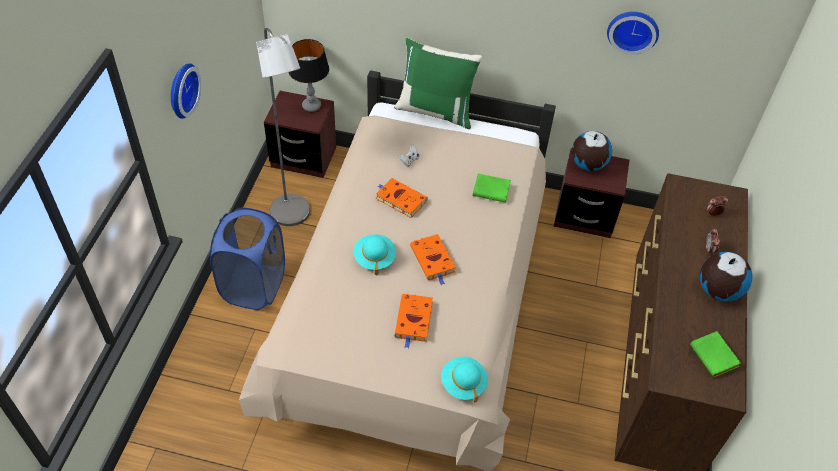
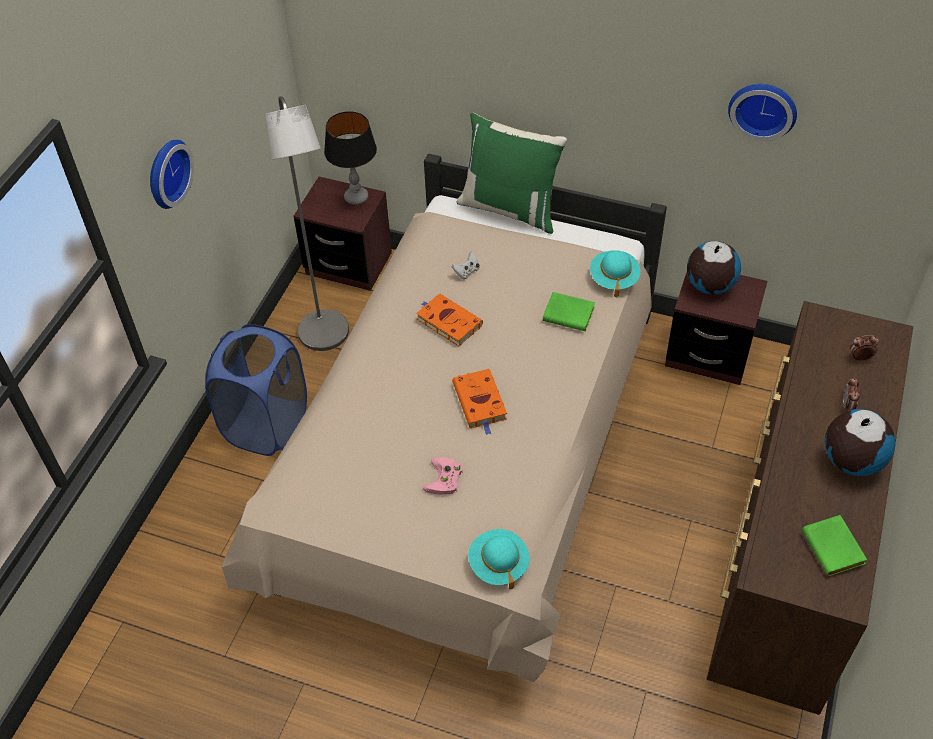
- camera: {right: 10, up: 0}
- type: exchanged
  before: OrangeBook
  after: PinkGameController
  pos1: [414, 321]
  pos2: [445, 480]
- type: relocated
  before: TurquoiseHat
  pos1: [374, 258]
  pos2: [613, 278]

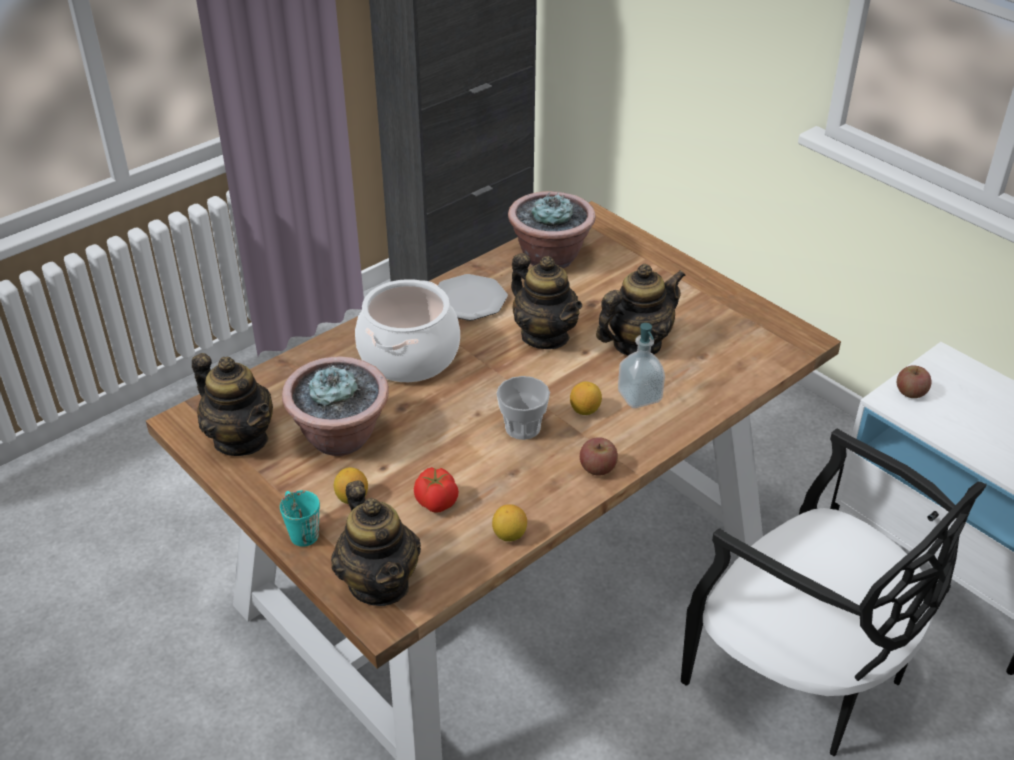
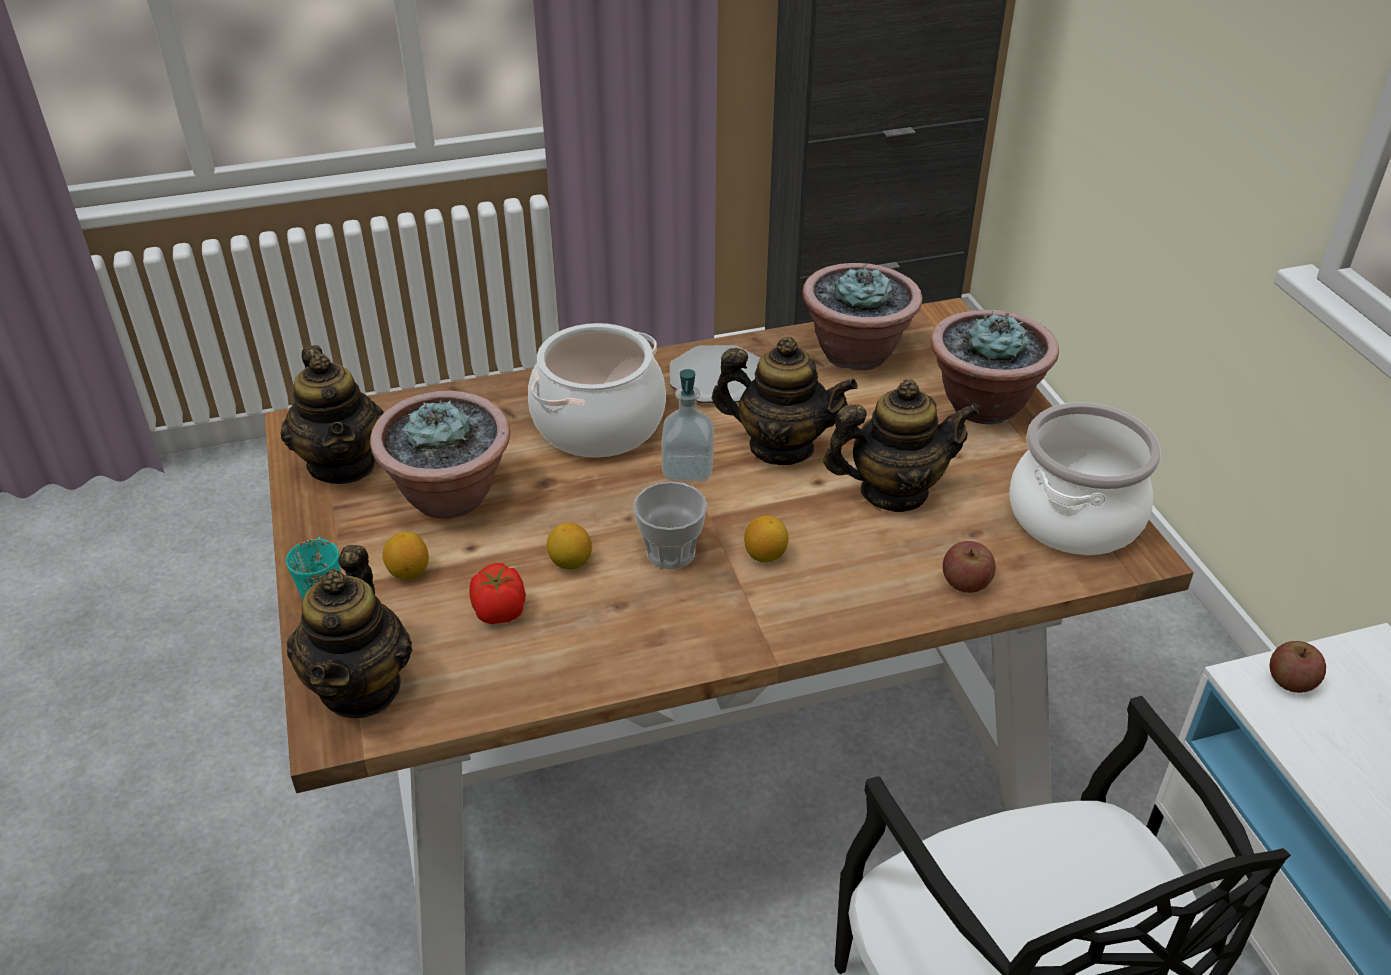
- camera: {right: 25, up: 0}
- type: relocated
  before: Lemon
  pos1: [509, 535]
  pos2: [570, 563]
- type: relocated
  before: SoapDispenser
  pos1: [639, 396]
  pos2: [688, 469]
- type: spun
  before: Teapot
  pos1: [545, 336]
  pos2: [781, 447]
  turn: -60
- type: appeared
  after: PottedPlant
  pos2: [983, 404]
- type: relocated
  before: Apple
  pos1: [597, 468]
  pos2: [965, 583]
- type: appeared
  after: CookingPot
  pos2: [1073, 516]

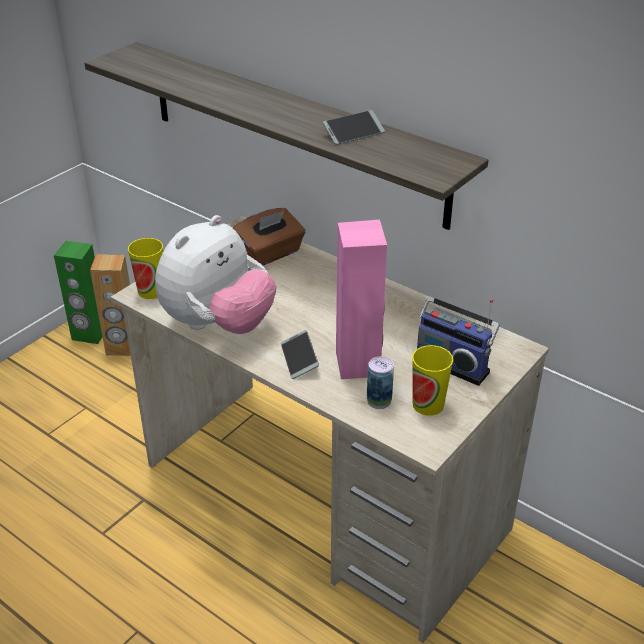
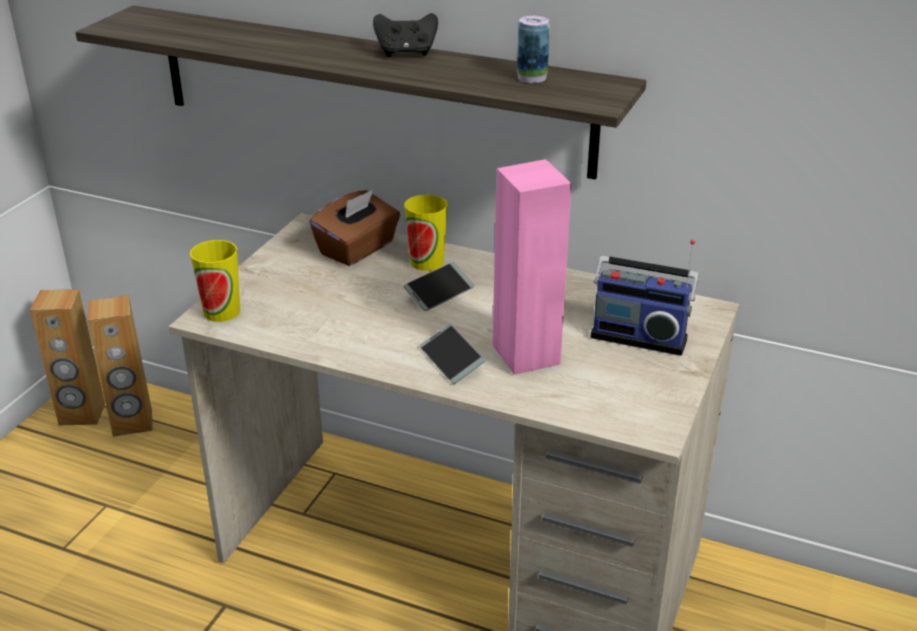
- camera: {right: -15, up: -5}
- type: colour
  before: GreenSpeaker
  after: BrownSpeaker
  pos1: [89, 334]
  pos2: [82, 414]
- type: appeared
  after: BlackGameController
  pos2: [406, 53]
- type: relocated
  before: Phone
  pos1: [353, 133]
  pos2: [439, 293]
- type: relocated
  before: Cup
  pos1: [428, 404]
  pos2: [427, 262]
- type: relocated
  before: Can
  pos1: [379, 401]
  pos2: [532, 77]
- type: missing
  before: PlushToy
  pos1: [218, 324]

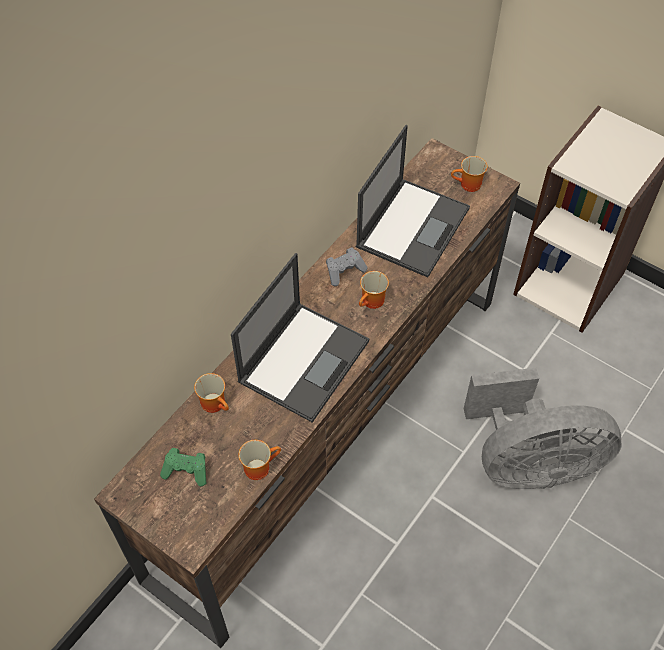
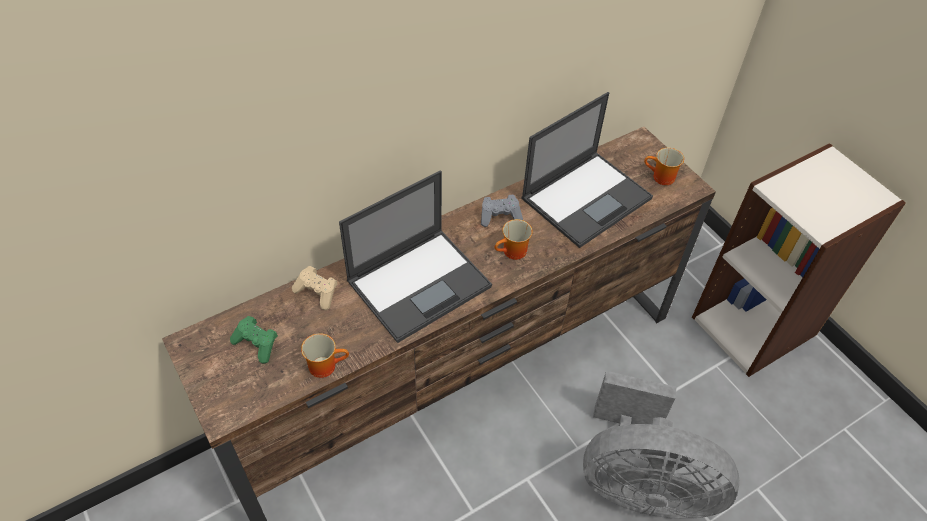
- camera: {right: 20, up: -5}
- type: exchanged
  before: Mug
  after: BeigeGameController
  pos1: [216, 403]
  pos2: [317, 293]

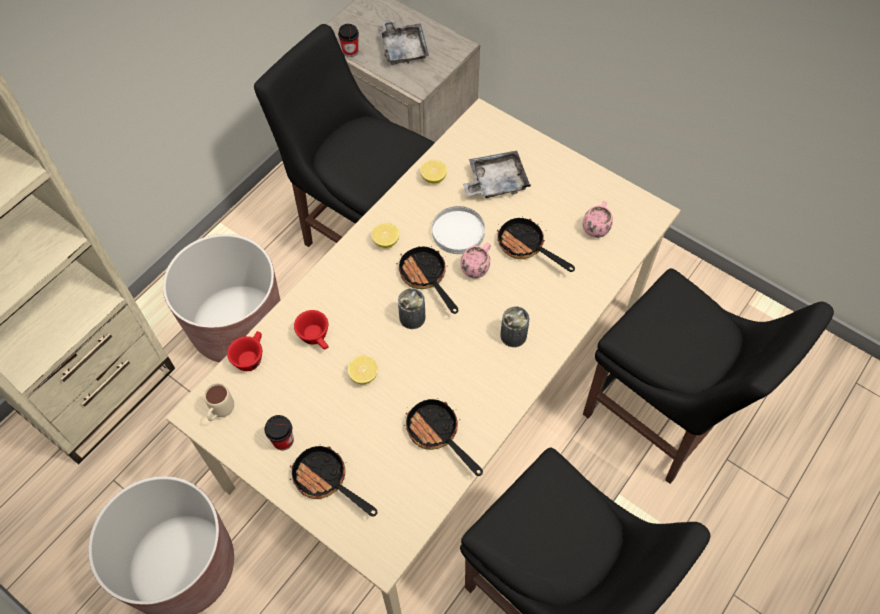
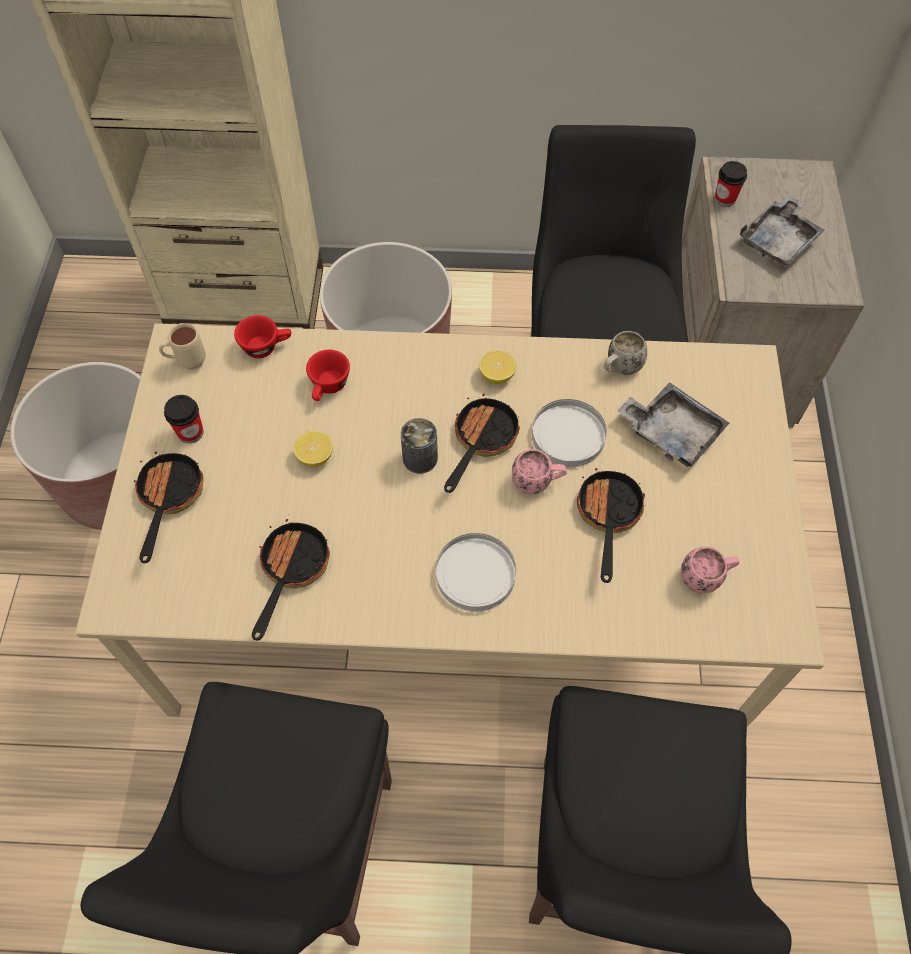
- camera: {right: 55, up: 0}
- type: exchanged
  before: Can
  after: WhitePlate
  pos1: [513, 335]
  pos2: [475, 573]
- type: exchanged
  before: Lemon
  after: WhiteMug
  pos1: [433, 178]
  pos2: [620, 368]

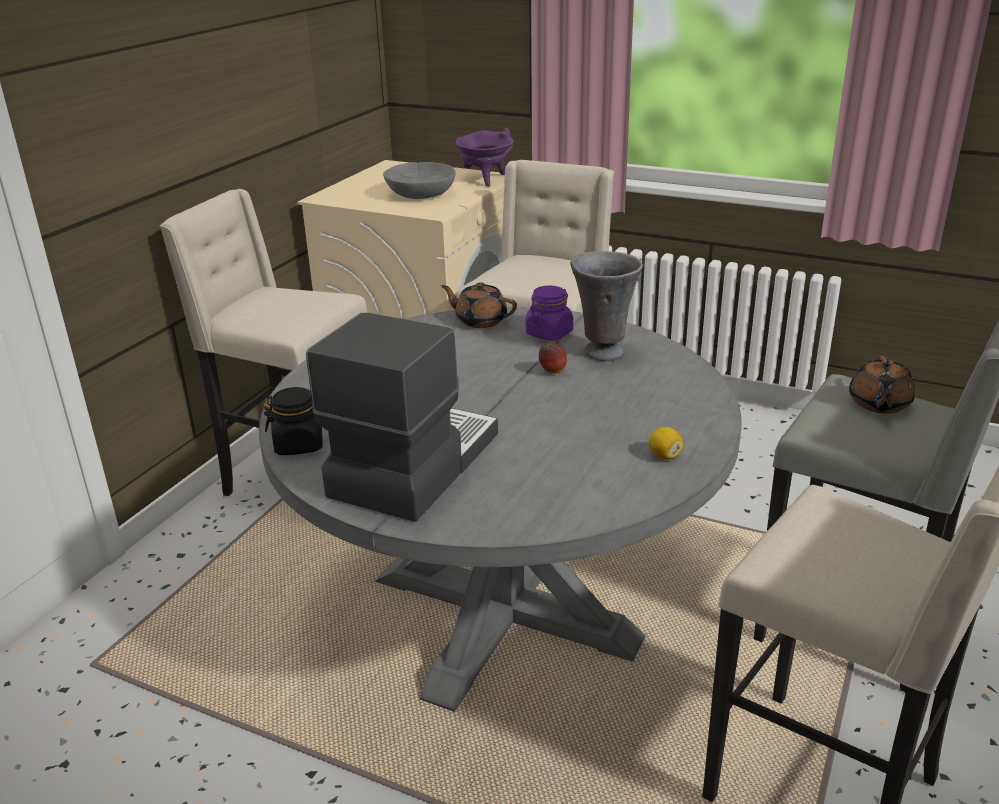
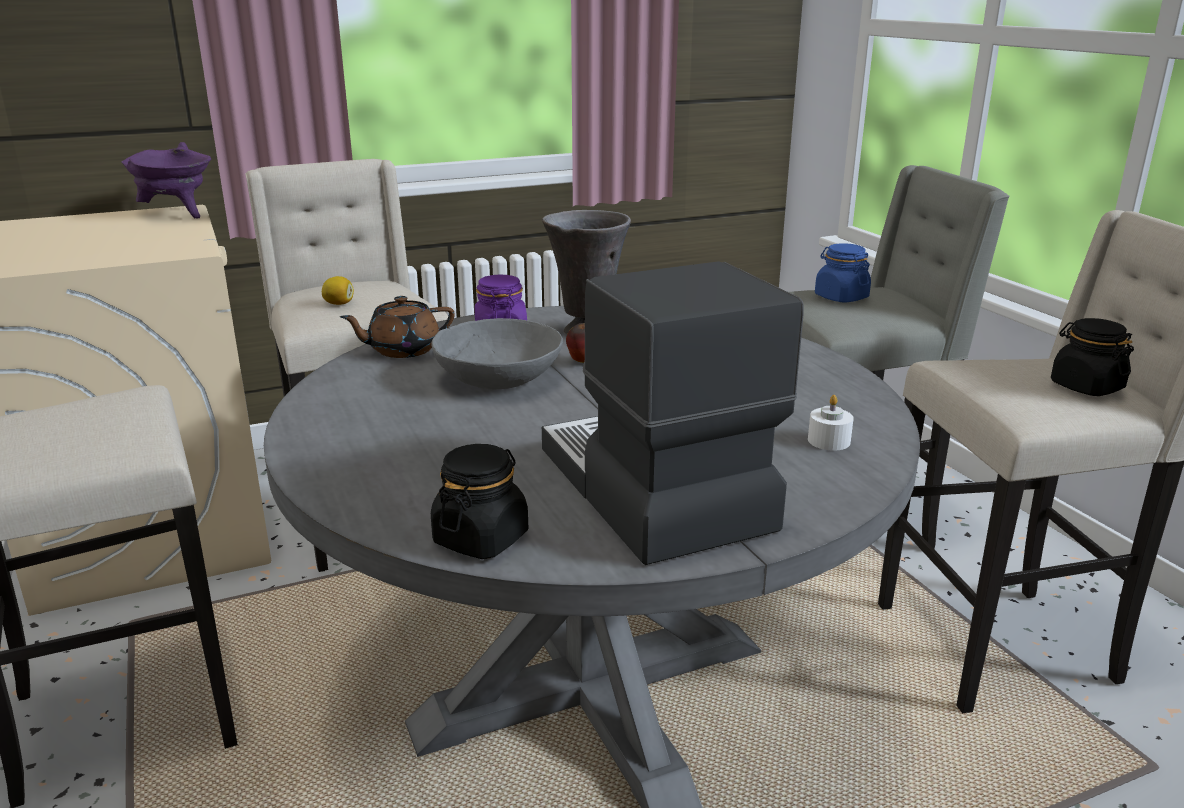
- camera: {right: -50, up: -5}
- type: relocated
  before: Lemon
  pos1: [664, 456]
  pos2: [339, 304]
- type: relocated
  before: GreyBowl
  pos1: [420, 194]
  pos2: [498, 378]
- type: appeared
  after: WhiteCandle
  pos2: [829, 441]
- type: exchanged
  before: BrownTeapot
  after: BlueJar
  pos1: [879, 404]
  pos2: [841, 297]
- type: appeared
  after: BlackJar
  pos2: [1086, 387]

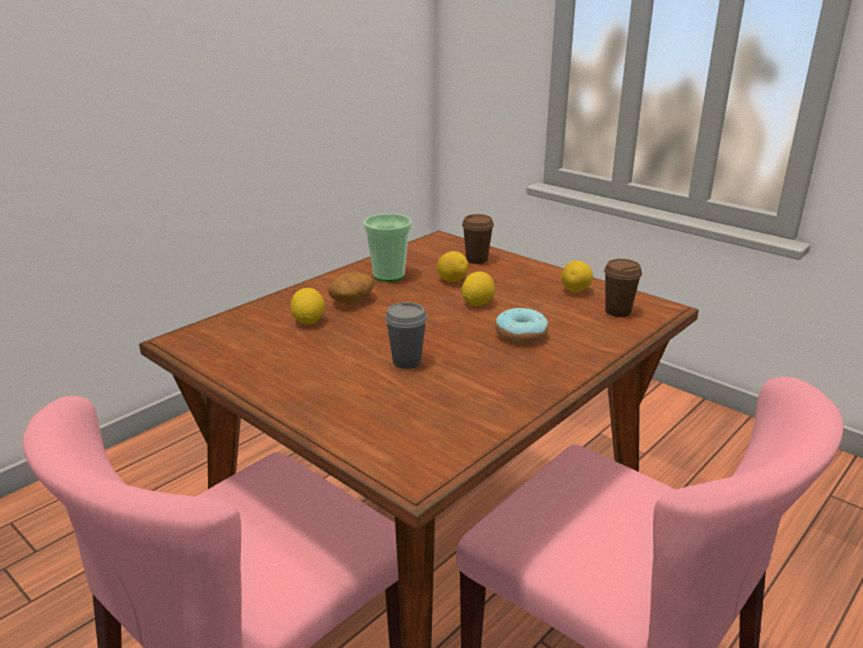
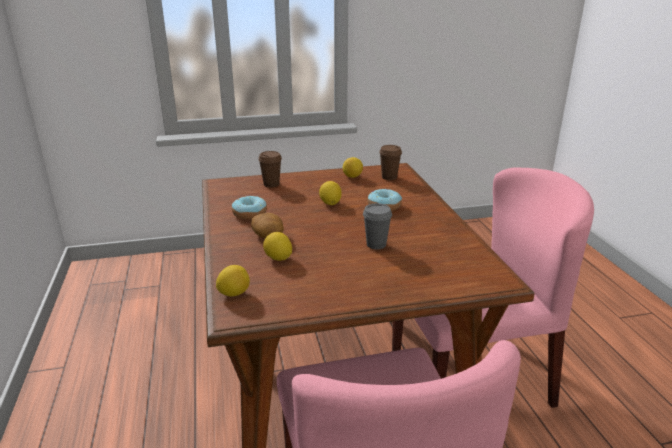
- camera: {right: -55, up: 0}
- type: relocated
  before: Lemon
  pos1: [452, 280]
  pos2: [234, 293]
- type: exchanged
  before: Cup
  after: Donut
  pos1: [389, 275]
  pos2: [250, 214]

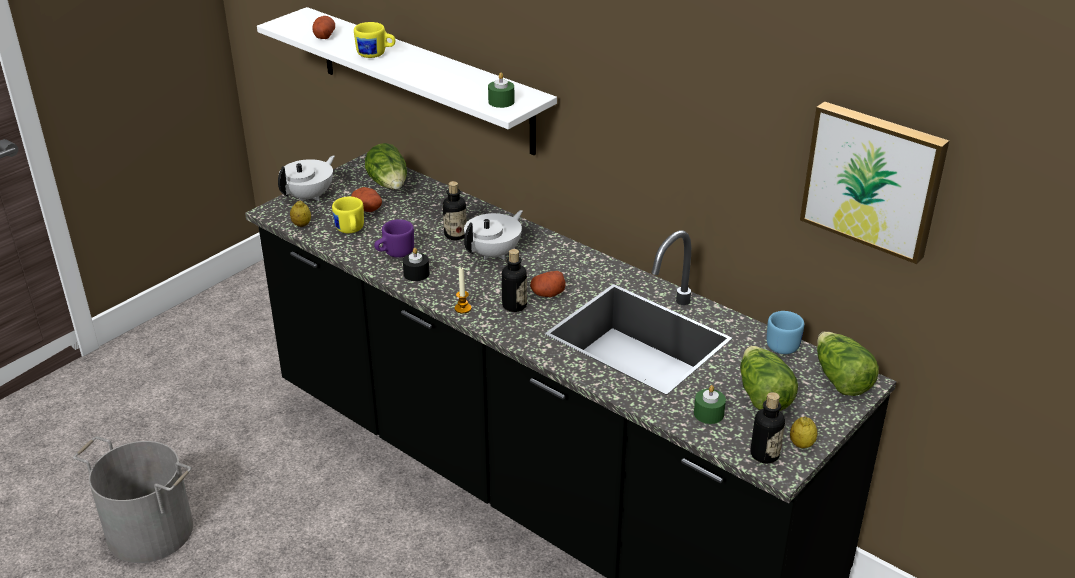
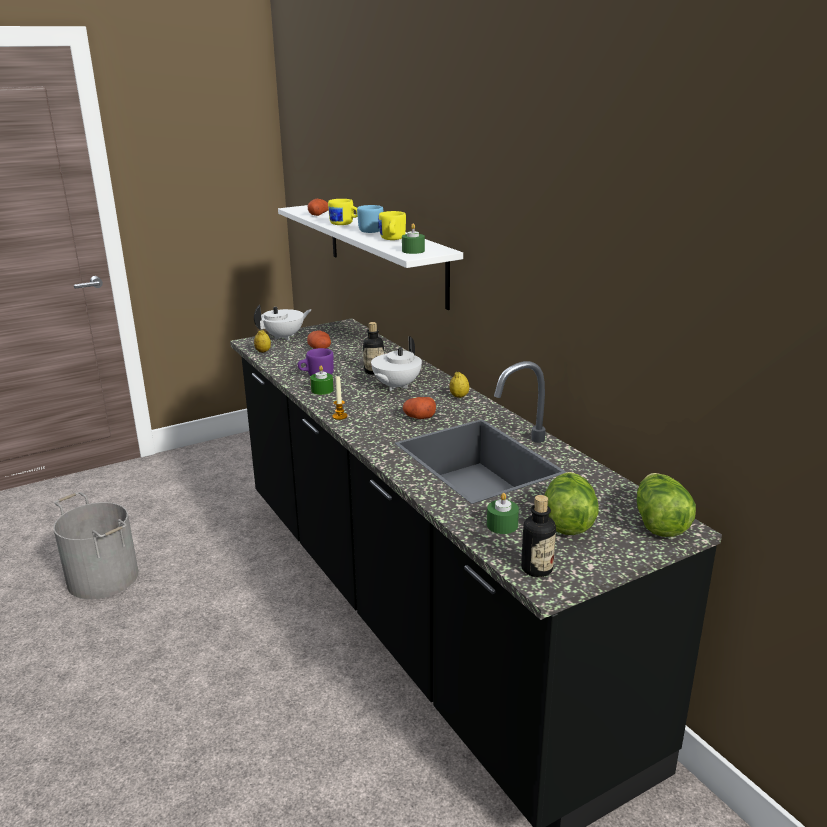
- camera: {right: 20, up: -10}
- type: colour
  before: BlackCandle
  after: GreenCandle
  pos1: [416, 274]
  pos2: [322, 390]
- type: relocated
  before: BlueMug
  pos1: [781, 343]
  pos2: [372, 230]
- type: spun
  before: WhiteTeapot
  pos1: [494, 253]
  pos2: [396, 386]
  turn: 150
- type: relocated
  before: YellowMug
  pos1: [350, 231]
  pos2: [392, 239]
- type: relocated
  before: Lemon
  pos1: [801, 444]
  pos2: [459, 396]
- type: missing
  before: Lettuce
  pos1: [389, 184]
- type: missing
  before: Bottle
  pos1: [514, 305]
- type: missing
  before: Picture
  pos1: [874, 179]

